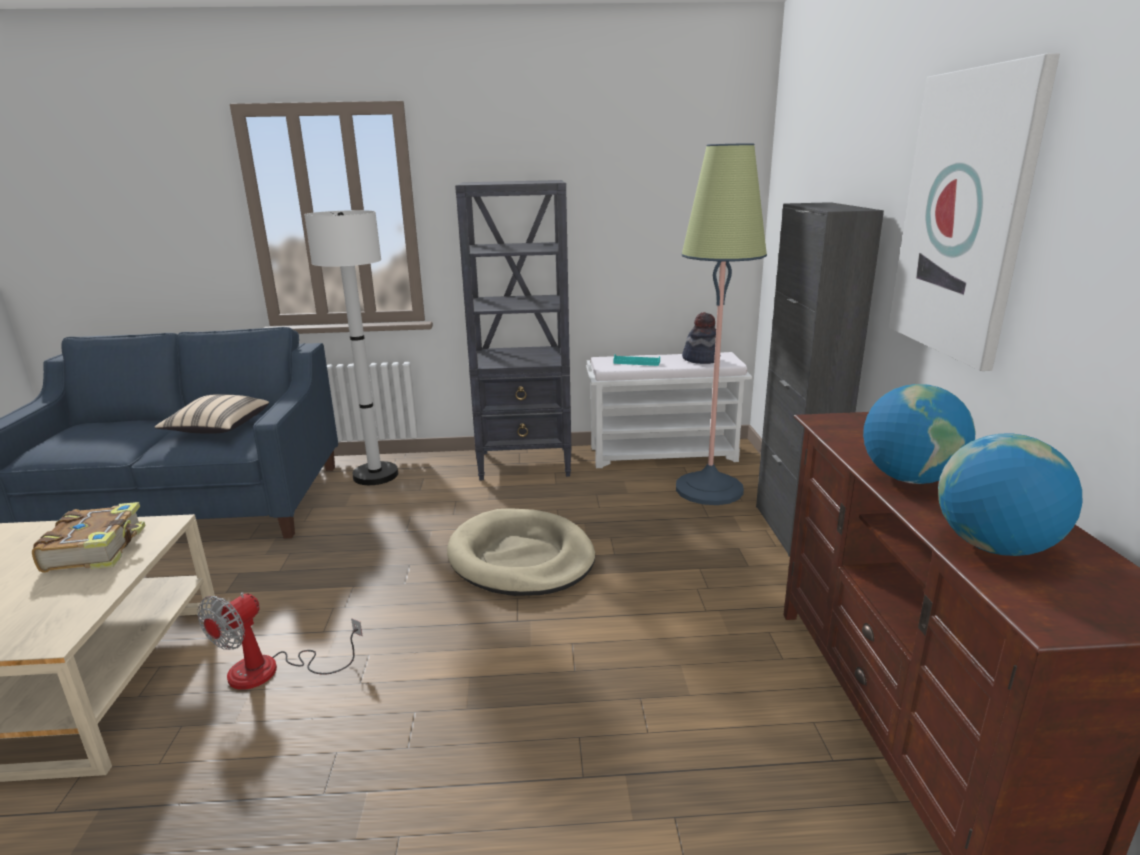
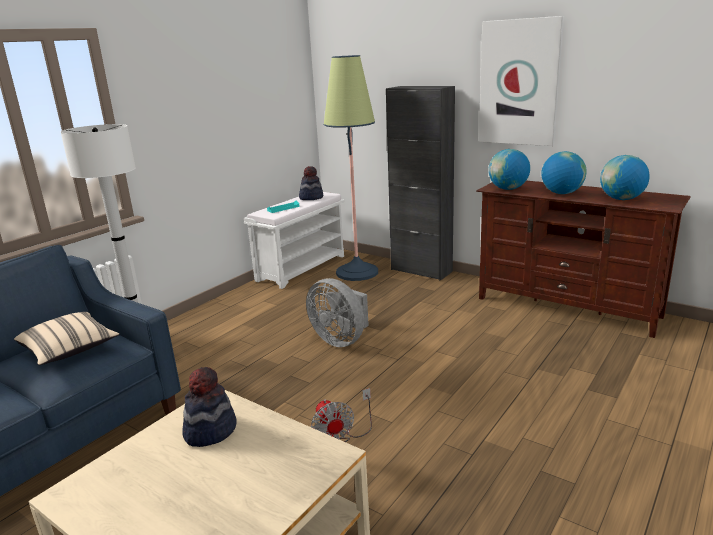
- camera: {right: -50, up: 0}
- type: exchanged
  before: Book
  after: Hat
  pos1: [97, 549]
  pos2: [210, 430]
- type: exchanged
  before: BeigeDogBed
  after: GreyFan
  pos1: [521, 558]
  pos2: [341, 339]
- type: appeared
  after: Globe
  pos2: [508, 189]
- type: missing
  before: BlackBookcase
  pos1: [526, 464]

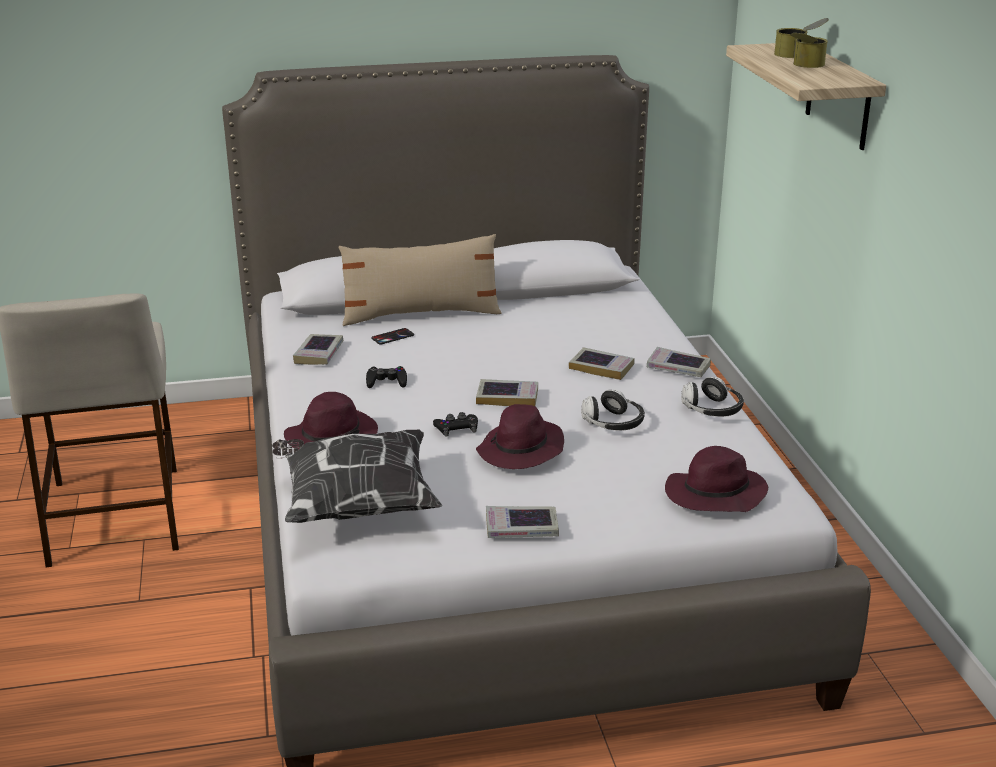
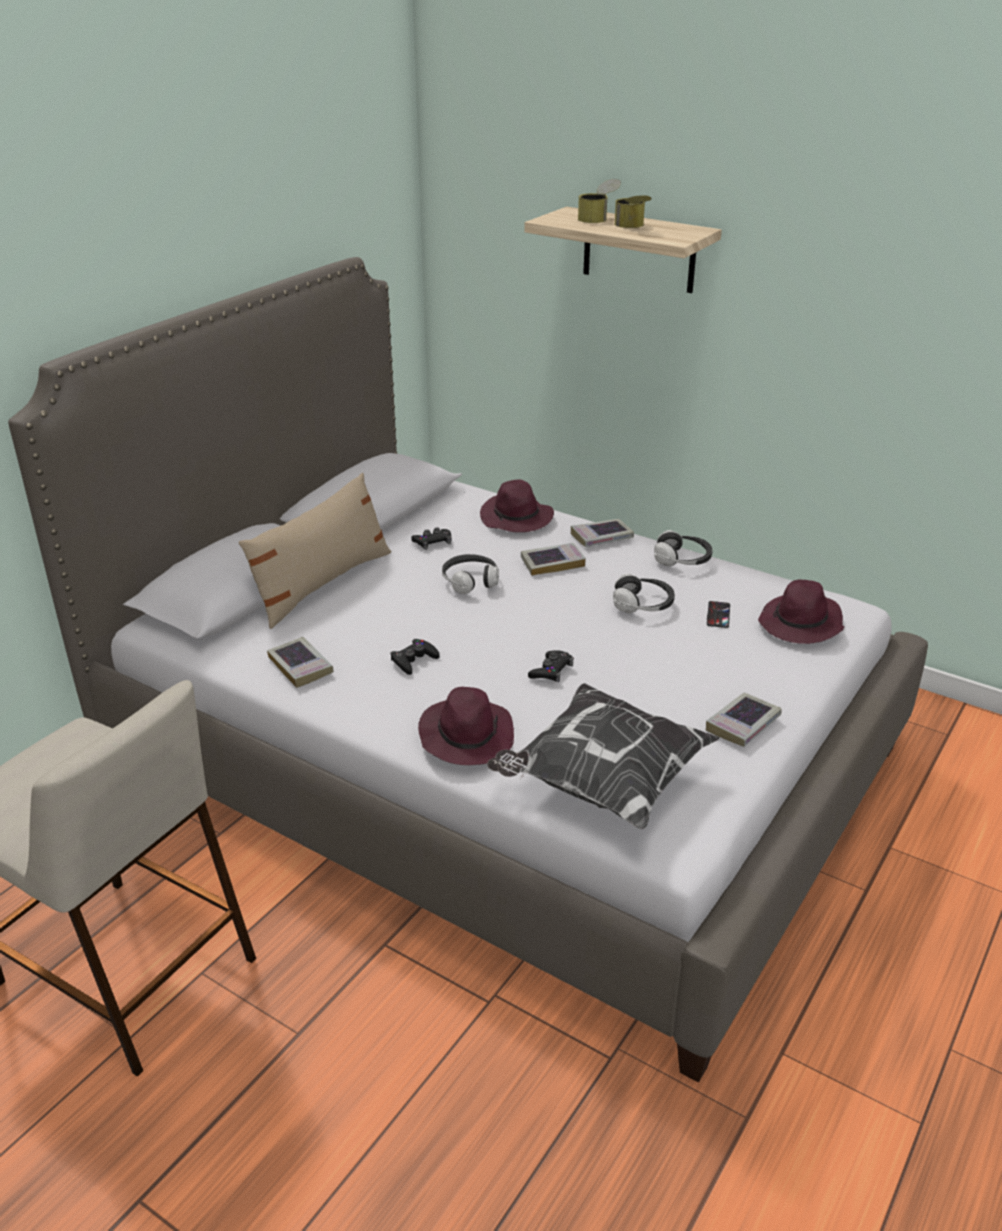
- camera: {right: -45, up: 5}
- type: appeared
  after: BlackGameController
  pos2: [432, 542]
- type: appeared
  after: Headphones
  pos2: [470, 582]
- type: relocated
  before: PurpleHat
  pos1: [521, 451]
  pos2: [517, 518]
- type: relocated
  before: Phone
  pos1: [392, 337]
  pos2: [718, 615]
- type: missing
  before: Book
  pos1: [507, 397]

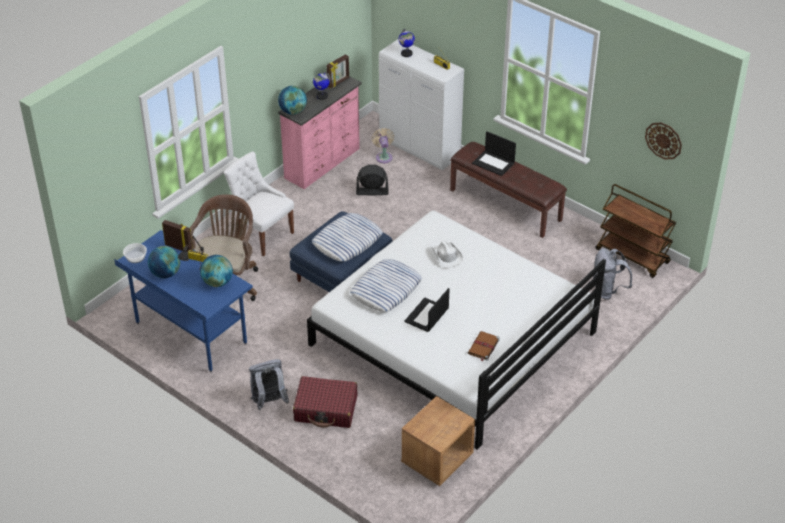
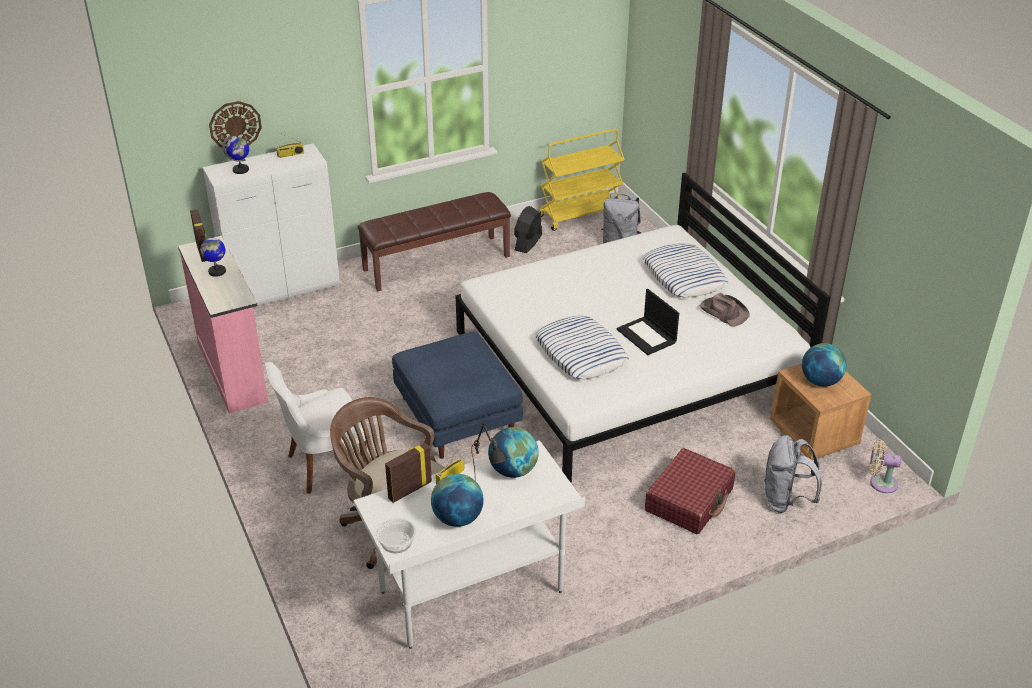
- camera: {right: -65, up: -5}
- type: relocated
  before: WallClock
  pos1: [663, 140]
  pos2: [235, 125]
- type: colour
  before: BlueDesk
  after: WhiteDesk
  pos1: [190, 334]
  pos2: [472, 593]
- type: relocated
  before: BlackFan
  pos1: [372, 191]
  pos2: [528, 242]
- type: colour
  before: BrownCart
  after: YellowCart
  pos1: [633, 256]
  pos2: [580, 214]
- type: relocated
  before: Pillow
  pos1: [347, 241]
  pos2: [684, 276]
- type: exchanged
  before: BrownBook
  after: BrownHat
  pos1: [483, 347]
  pos2: [723, 312]
- type: relocated
  before: GreyBackpack
  pos1: [269, 402]
  pos2: [785, 500]
- type: relocated
  before: Globe
  pos1: [293, 111]
  pos2: [820, 381]
- type: relocated
  before: BeigeFan
  pos1: [383, 156]
  pos2: [880, 483]
- type: missing
  before: WhiteHat
  pos1: [446, 255]
- type: missing
  before: Laptop
  pos1: [494, 163]

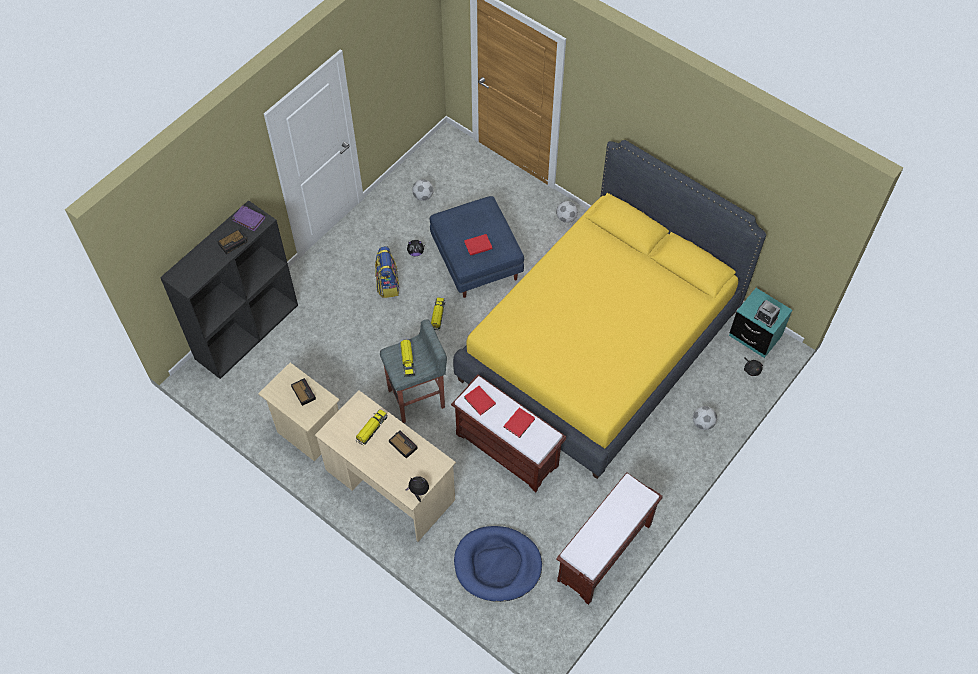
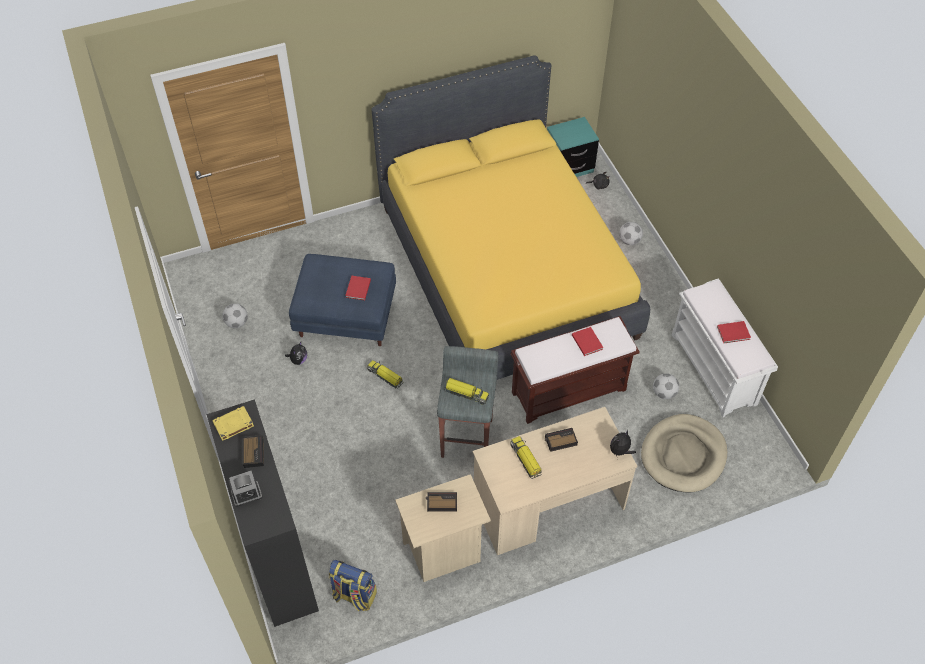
- camera: {right: -60, up: -5}
- type: colour
  before: PurpleBook
  after: YellowBook
  pos1: [248, 219]
  pos2: [233, 425]
- type: relocated
  before: AlarmClock
  pos1: [765, 318]
  pos2: [246, 494]
- type: relocated
  before: Backpack
  pos1: [387, 284]
  pos2: [354, 595]
- type: colour
  before: BlueDogBed
  after: BeigeDogBed
  pos1: [497, 565]
  pos2: [683, 455]
- type: relocated
  before: Football
  pos1: [566, 218]
  pos2: [664, 393]
- type: colour
  before: BrownBench
  after: WhiteBench
  pos1: [604, 553]
  pos2: [714, 369]
- type: relocated
  before: RedBook
  pos1: [479, 402]
  pos2: [734, 333]

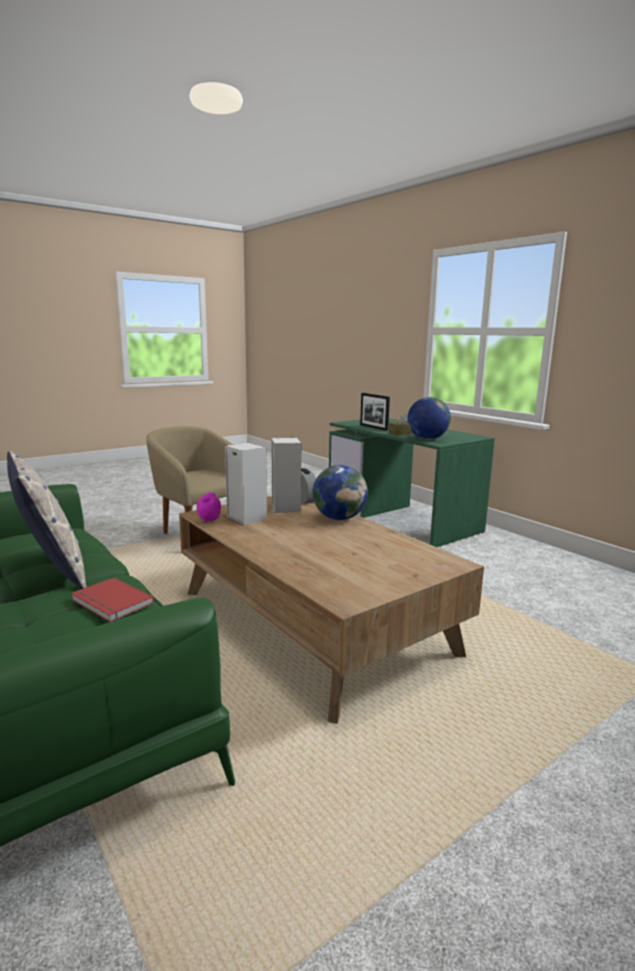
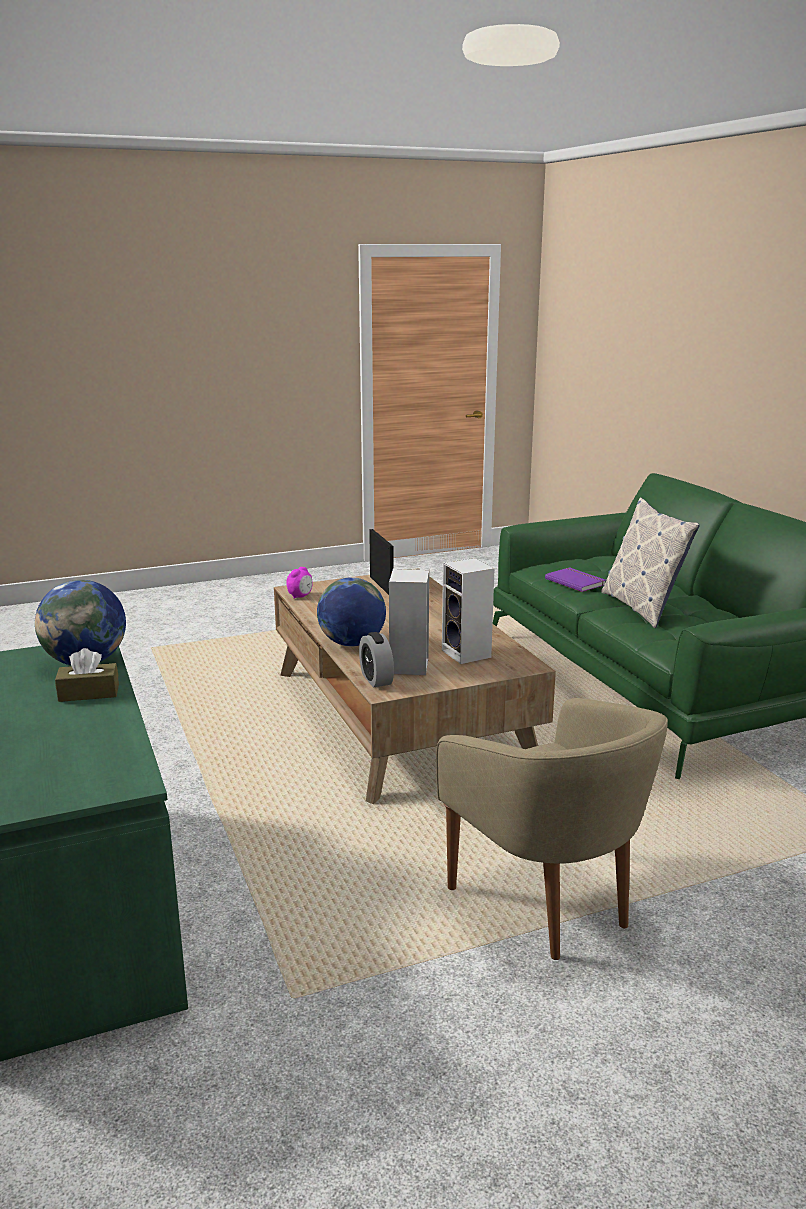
- camera: {right: -165, up: 5}
- type: relocated
  before: AlarmClock
  pos1: [209, 520]
  pos2: [300, 596]
- type: relocated
  before: PictureFrame
  pos1: [373, 427]
  pos2: [381, 586]
- type: colour
  before: RedBook
  after: PurpleBook
  pos1: [110, 602]
  pos2: [576, 581]

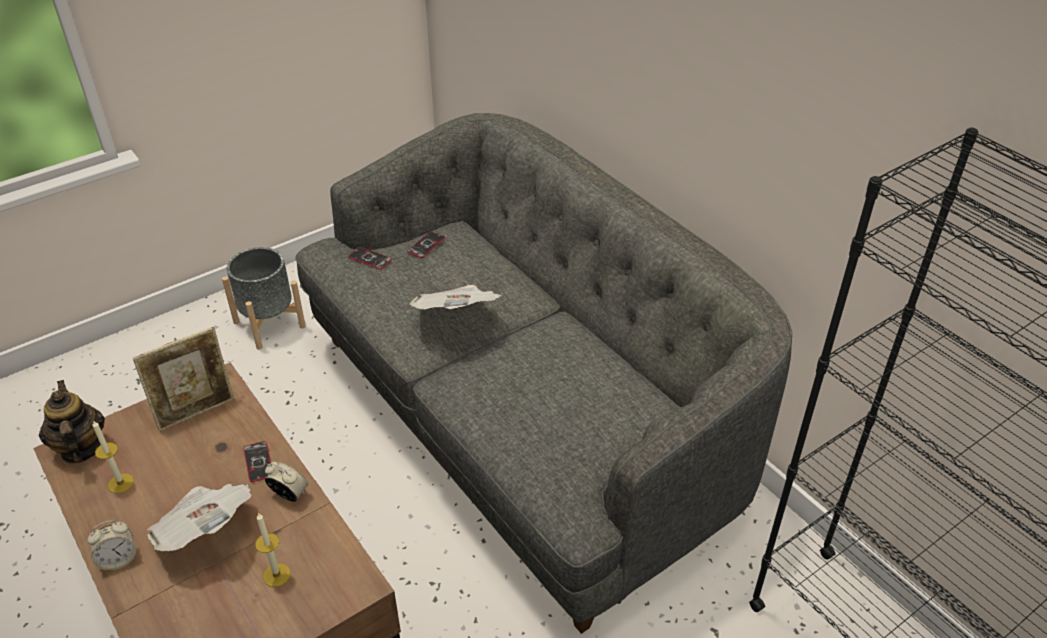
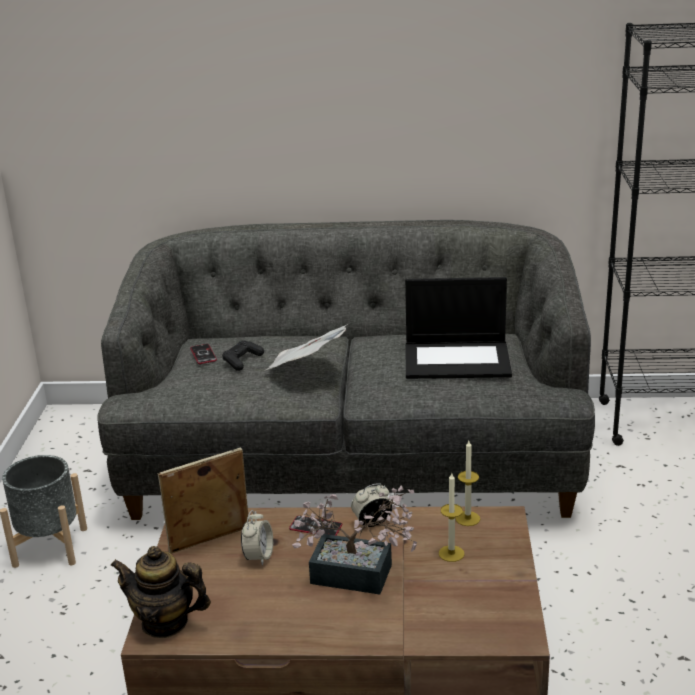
- camera: {right: -50, up: -15}
- type: spun
  before: PictureFrame
  pos1: [196, 412]
  pos2: [210, 542]
  turn: -120
- type: appeared
  after: BlackGameController
  pos2: [242, 361]
- type: relocated
  before: AlarmClock
  pos1: [118, 559]
  pos2: [258, 556]
- type: exchanged
  before: Newspaper
  after: PottedPlant
  pos1: [205, 530]
  pos2: [360, 576]
- type: appeared
  after: Laptop
  pos2: [458, 360]
- type: relocated
  before: Candle
  pos1: [121, 483]
  pos2: [467, 518]
- type: missing
  before: Phone
  pos1: [370, 259]

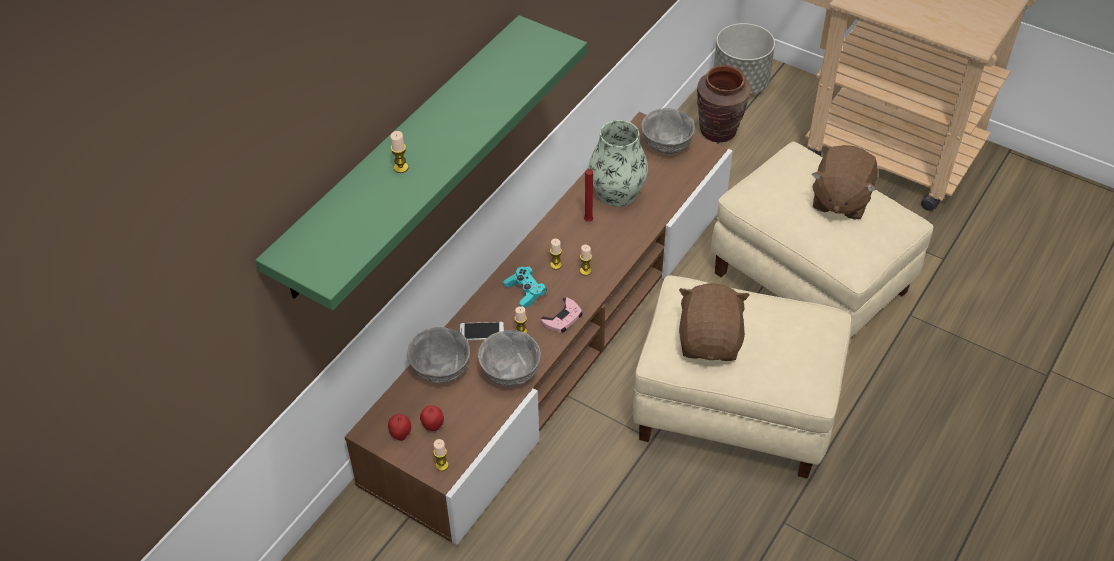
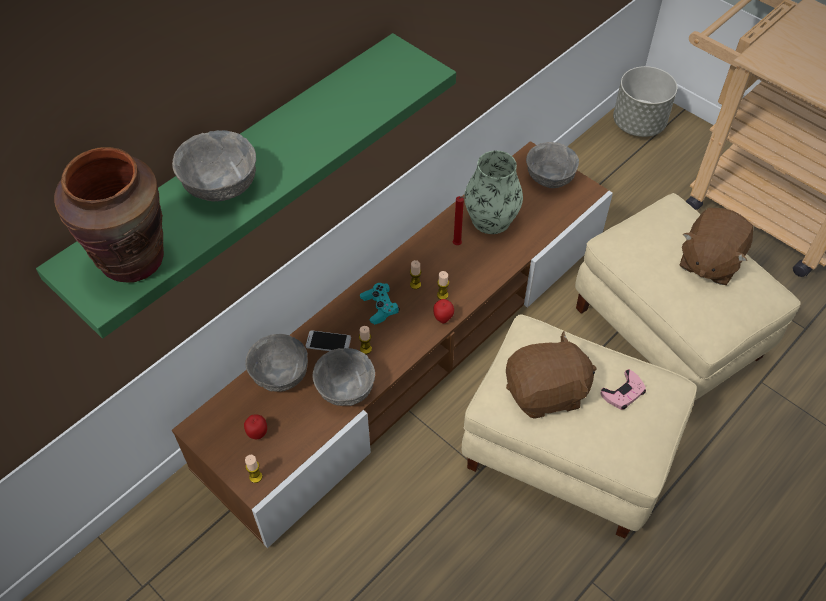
- camera: {right: 10, up: 5}
- type: relocated
  before: BrownVase
  pos1: [718, 131]
  pos2: [132, 260]
- type: exchanged
  before: Candle
  after: GreyBowl
  pos1: [401, 168]
  pos2: [220, 185]
- type: relocated
  before: Apple
  pos1: [401, 435]
  pos2: [443, 318]
- type: spun
  before: BrownPlushToy
  pos1: [710, 341]
  pos2: [546, 393]
  turn: 60
- type: relocated
  before: PinkGameController
  pos1: [562, 318]
  pos2: [623, 392]

